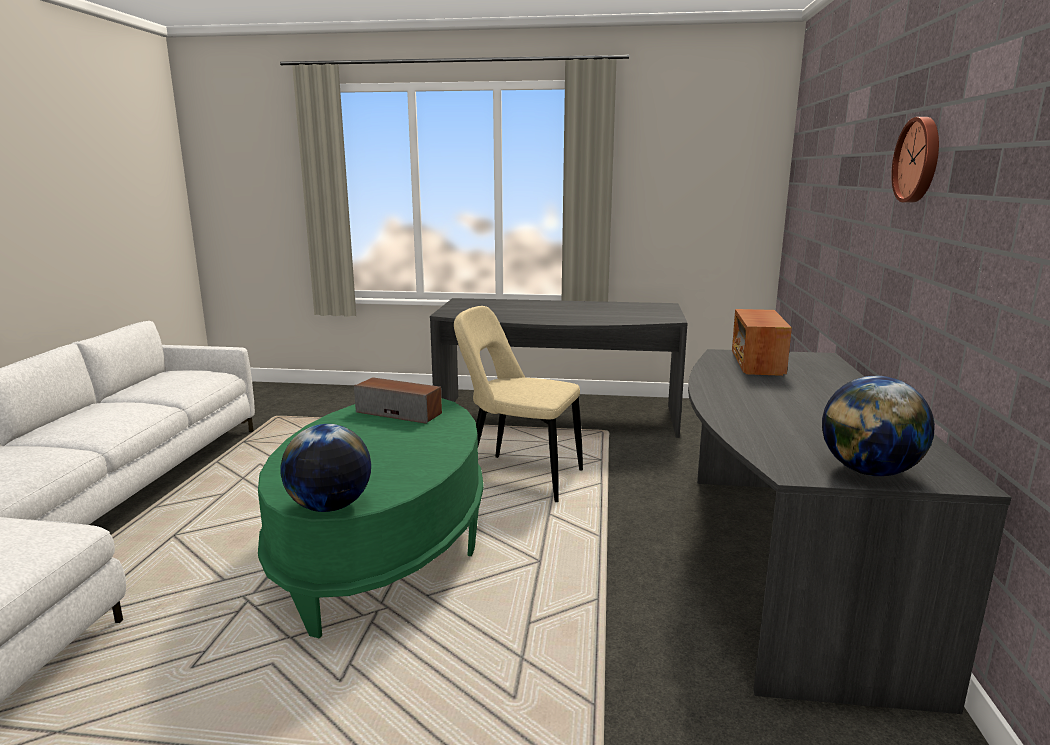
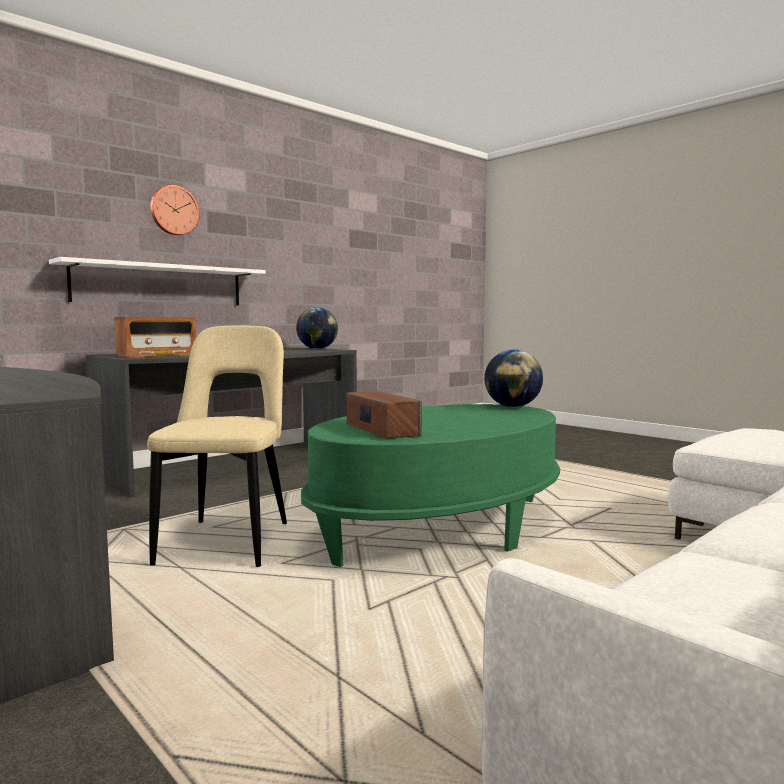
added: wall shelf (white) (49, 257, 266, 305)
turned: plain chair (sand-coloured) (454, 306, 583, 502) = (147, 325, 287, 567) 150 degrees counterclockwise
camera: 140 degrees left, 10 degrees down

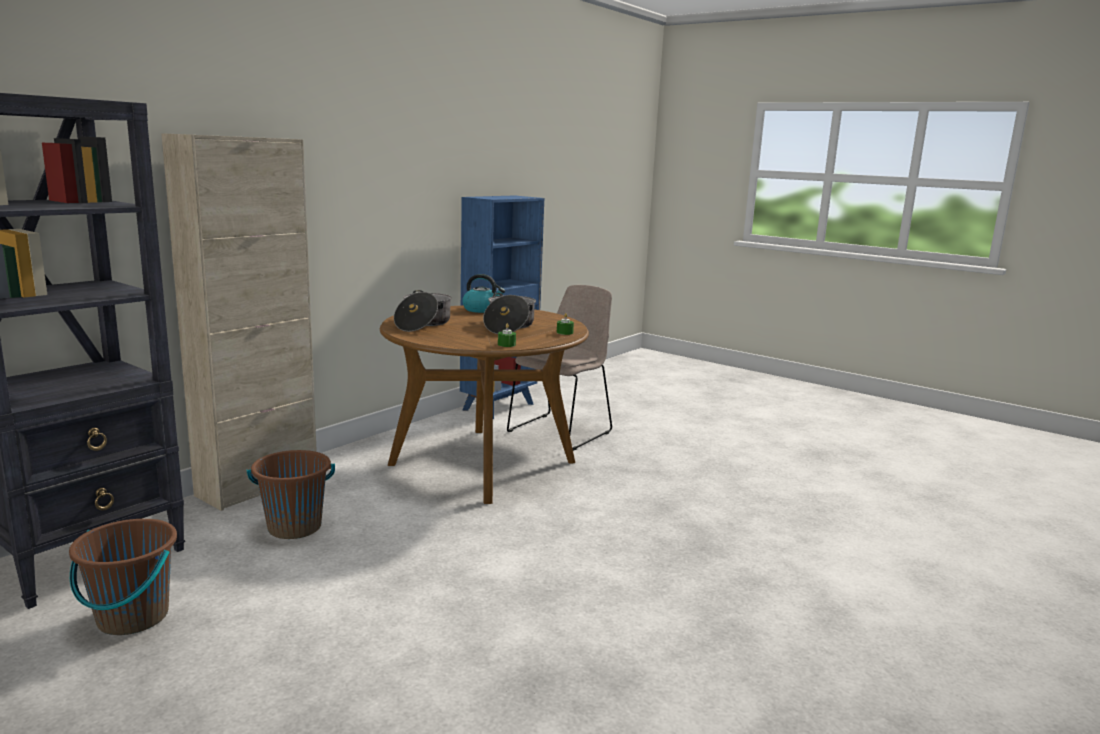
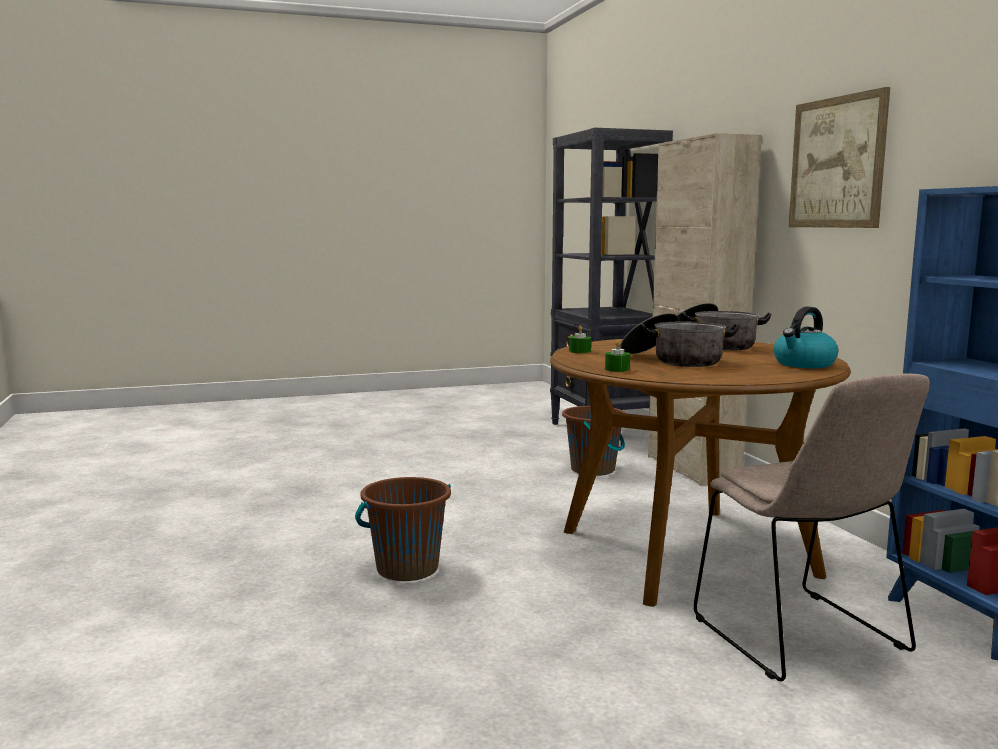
added: wall art (789, 87, 890, 228)
moved: water bucket (brownish) (69, 519, 177, 635) to (355, 477, 451, 581)
camera: 125 degrees right, 5 degrees down

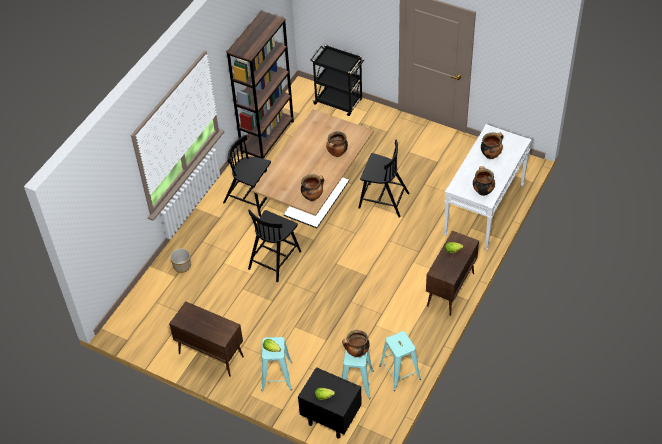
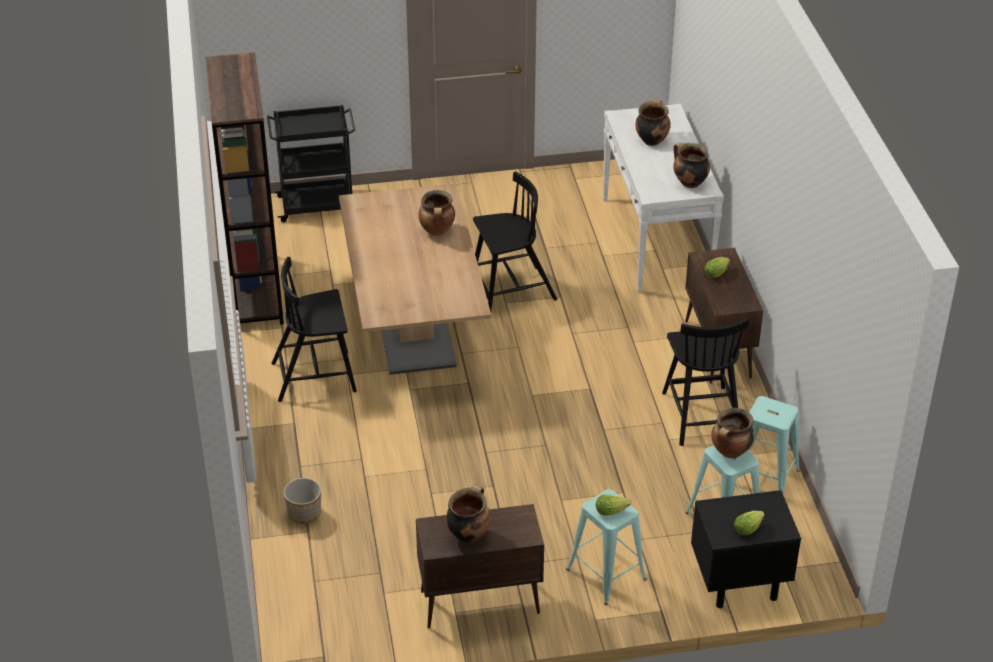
moved: cooking pot (301, 174, 324, 201) to (446, 485, 491, 543); plain chair (black) (248, 209, 301, 282) to (662, 318, 749, 446)
camera: 40 degrees left, 10 degrees down

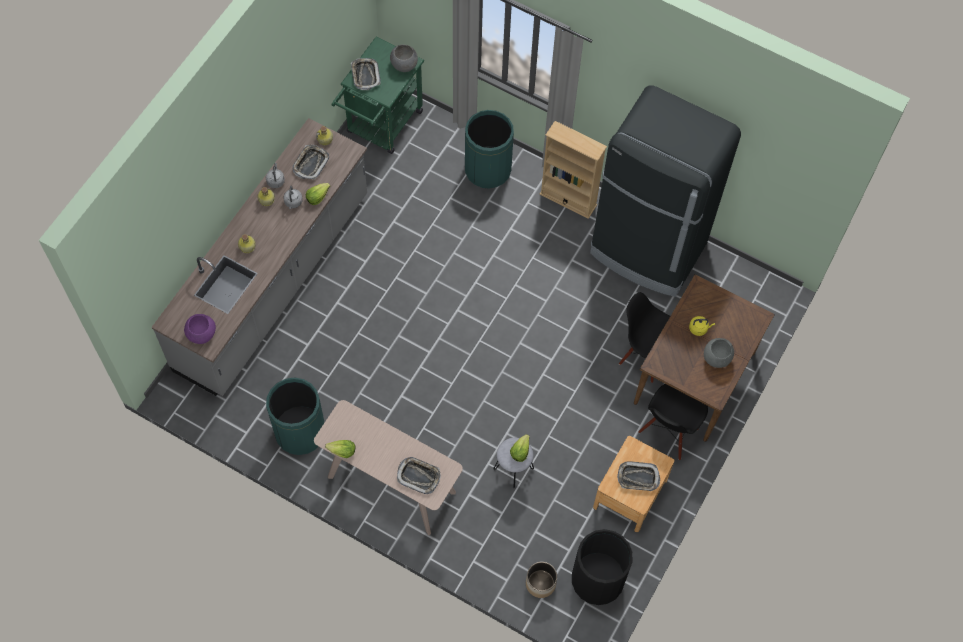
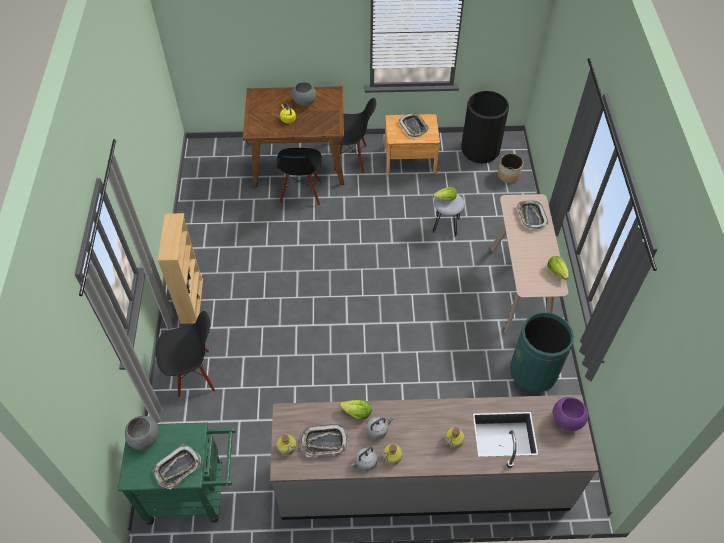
removed: refrigerator (black) (590, 85, 741, 297)
replaced: trash can (green) (465, 110, 514, 189) to plain chair (black) (156, 311, 215, 398)
camera: 120 degrees left, 10 degrees down

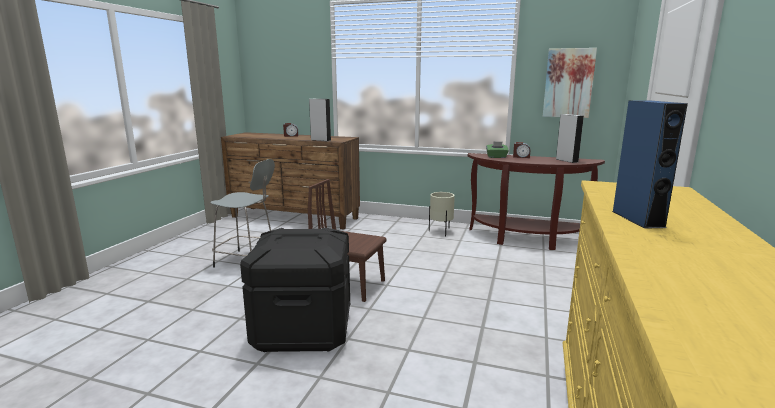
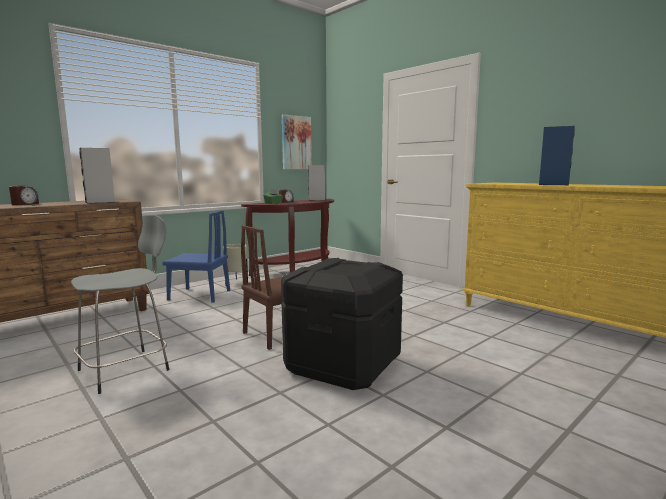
added: plain chair (blue) (162, 210, 230, 303)
camera: 60 degrees left, 5 degrees down

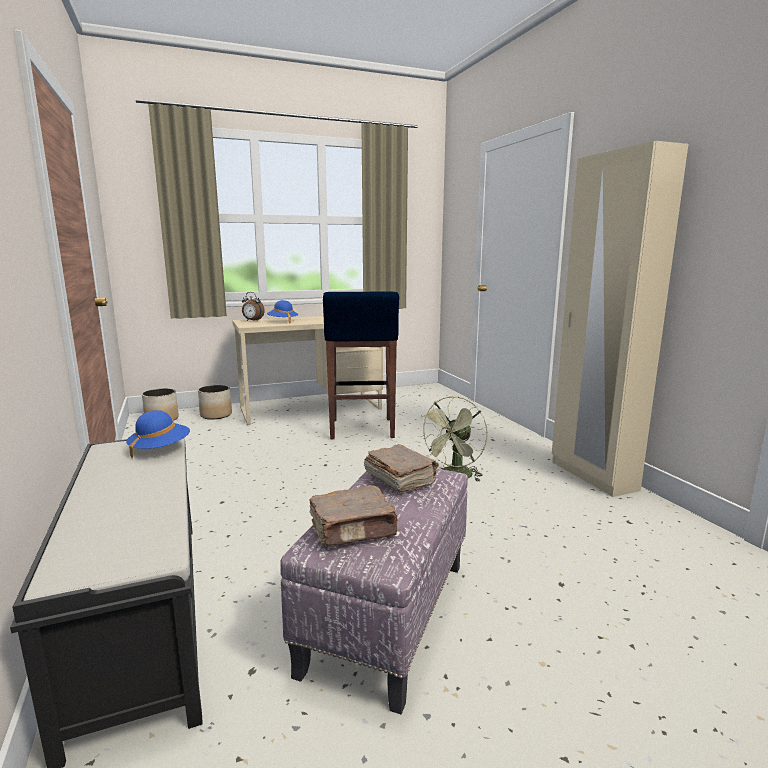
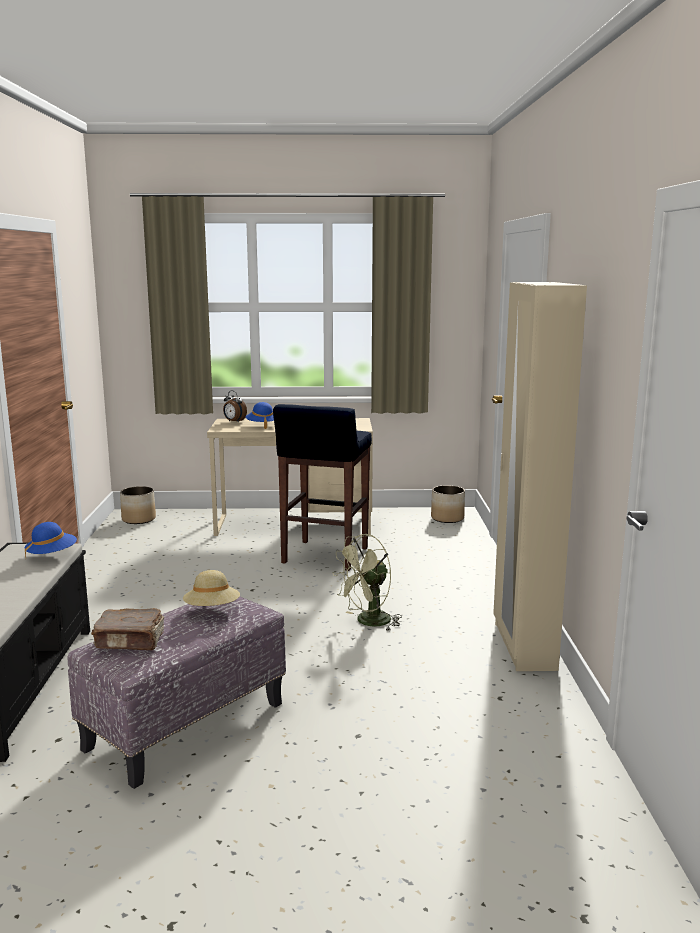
moved: planter (198, 385, 232, 419) to (431, 485, 465, 523)
replaced: volume (brownish) (364, 444, 439, 493) to hat (sand-coloured) (183, 570, 240, 606)
camera: 20 degrees right, 0 degrees up

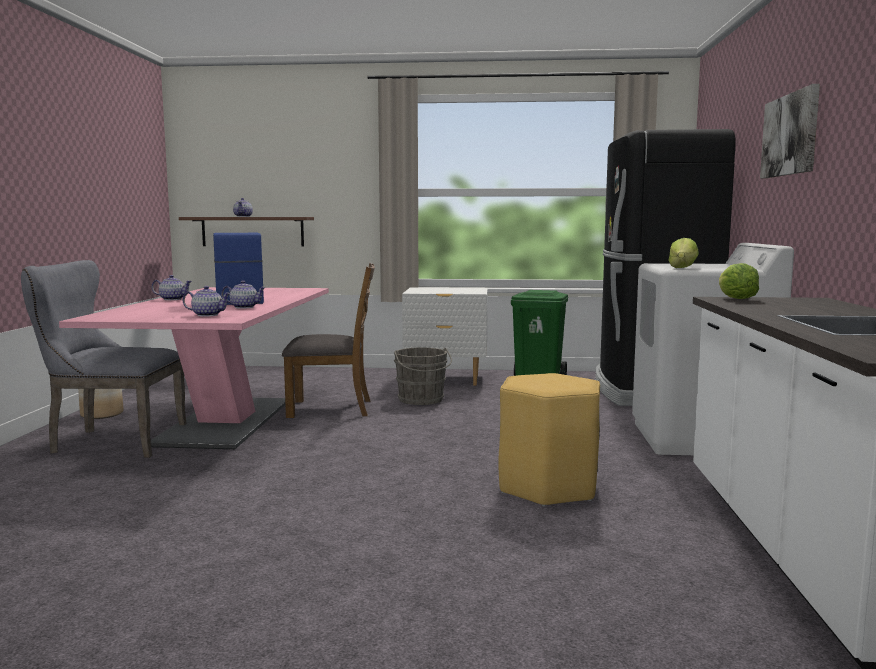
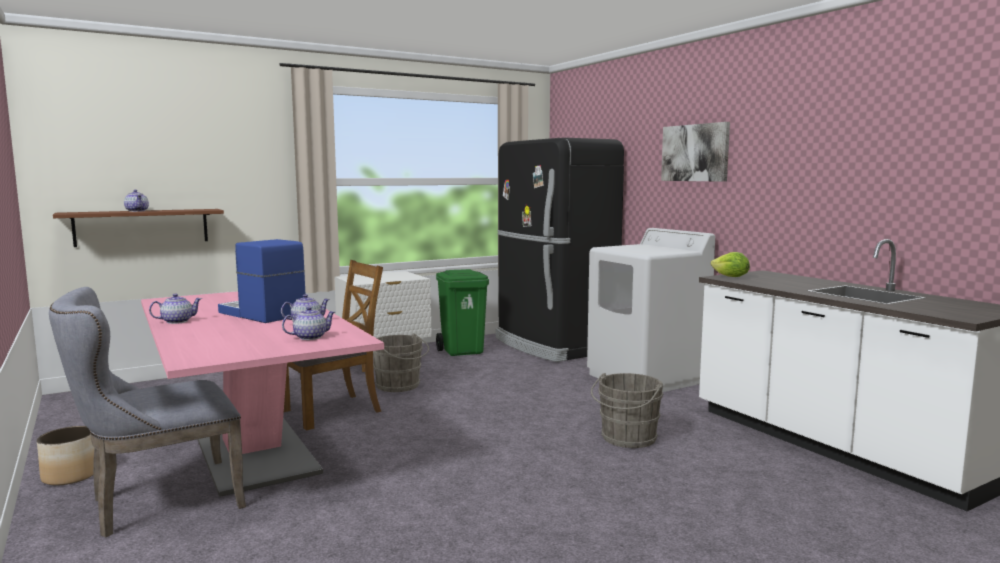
removed: lettuce (668, 238, 699, 268)
replaced: stool seat (yellowish) (498, 373, 600, 506) to water bucket (greyish) (591, 373, 664, 448)
camera: 35 degrees left, 0 degrees up

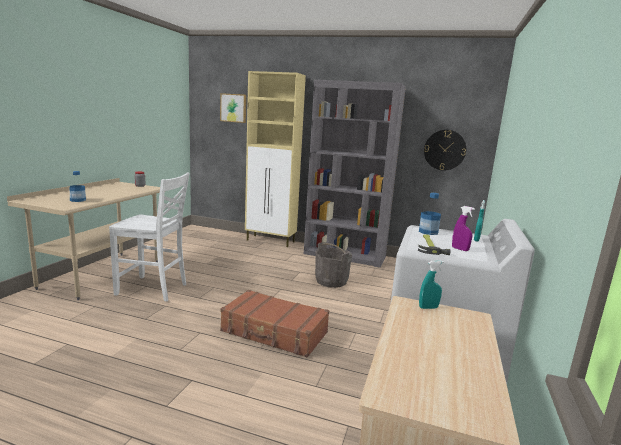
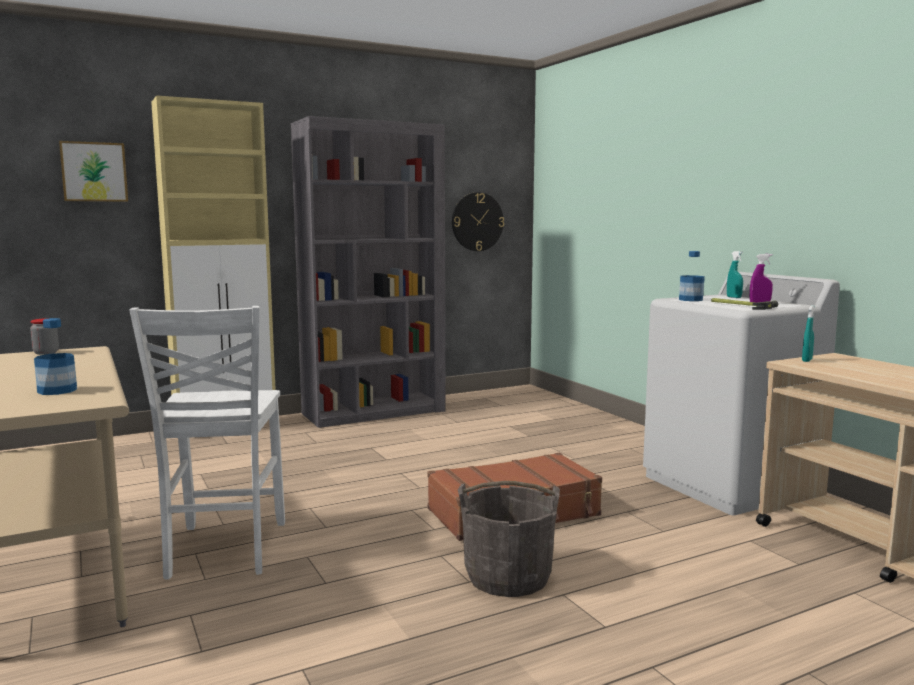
moved: water bucket (greyish) (315, 242, 352, 288) to (458, 481, 560, 597)
turned: plain chair (white) (109, 172, 190, 302) = (129, 306, 285, 580) 120 degrees clockwise
camera: 45 degrees left, 5 degrees down

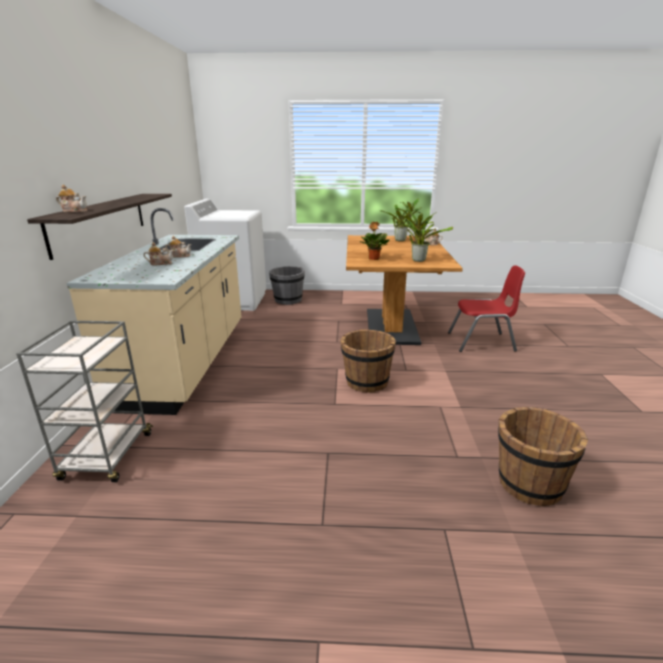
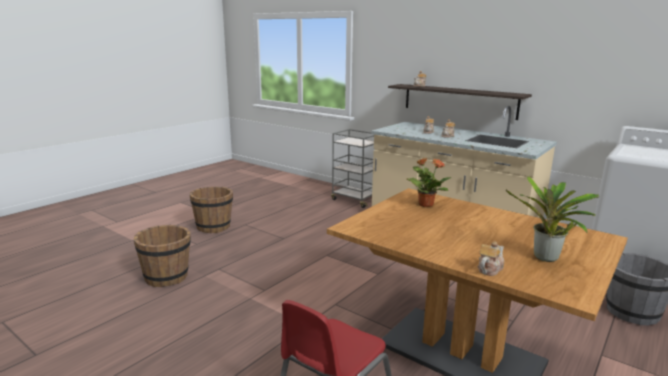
removed: plant in a pot (397, 208, 453, 262)
moved: water bucket (brownish) (340, 330, 396, 393) to (190, 187, 233, 233)
camera: 125 degrees right, 5 degrees down

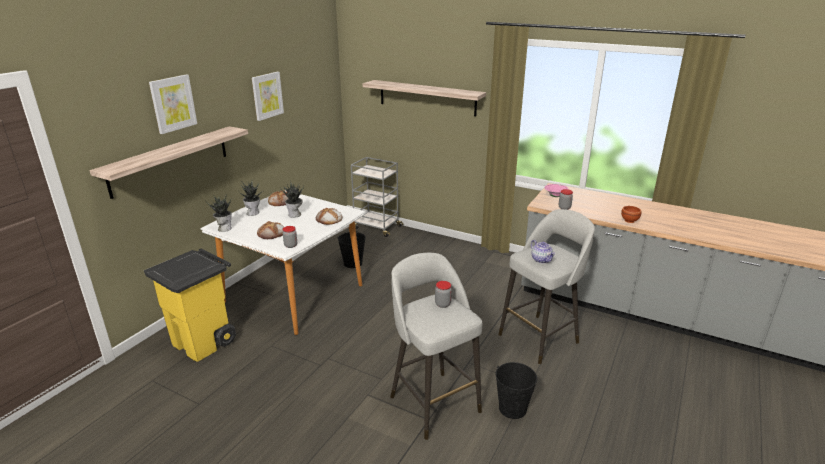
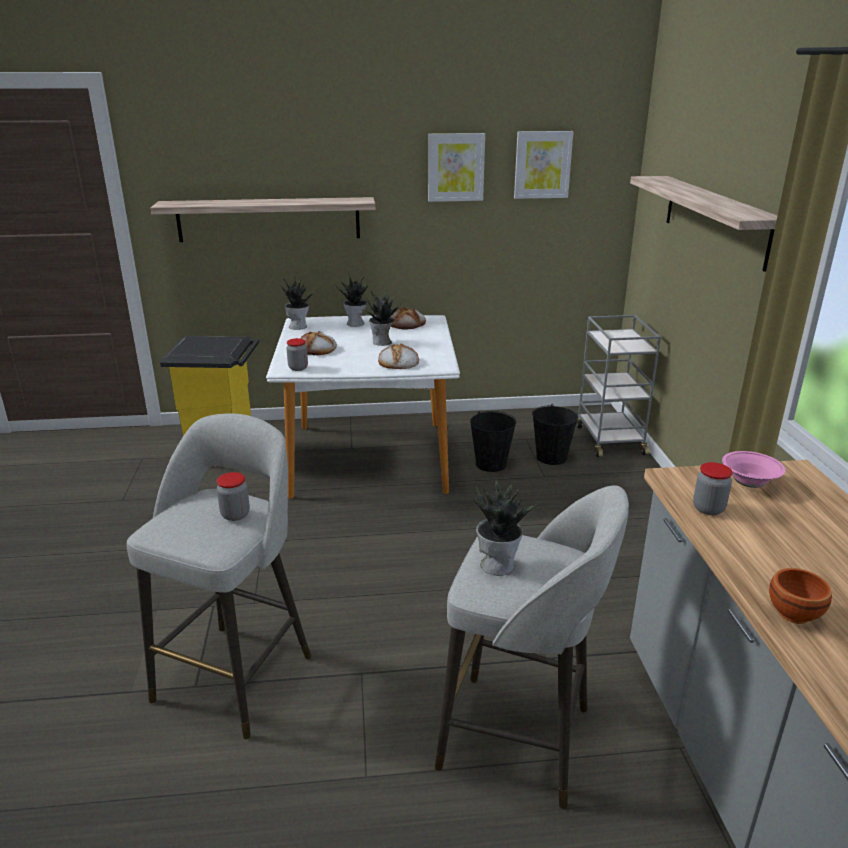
moved: wall art (149, 74, 197, 134) to (514, 131, 573, 199); water bucket (black) (496, 362, 537, 419) to (532, 404, 578, 465)
replaced: teapot (531, 240, 555, 263) to plant in a pot (473, 477, 540, 576)
camera: 55 degrees right, 0 degrees up

